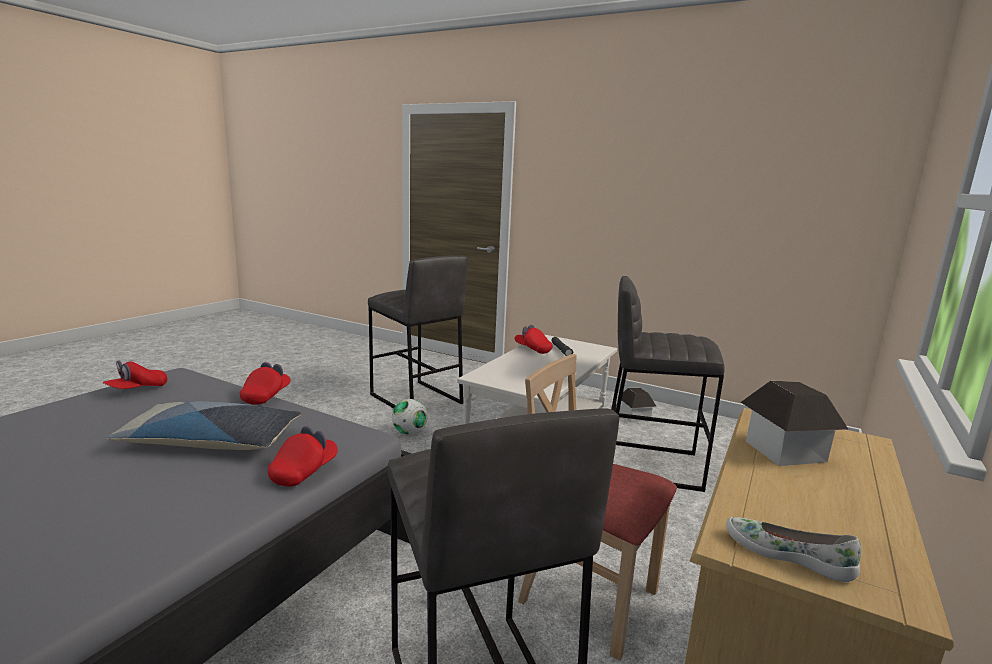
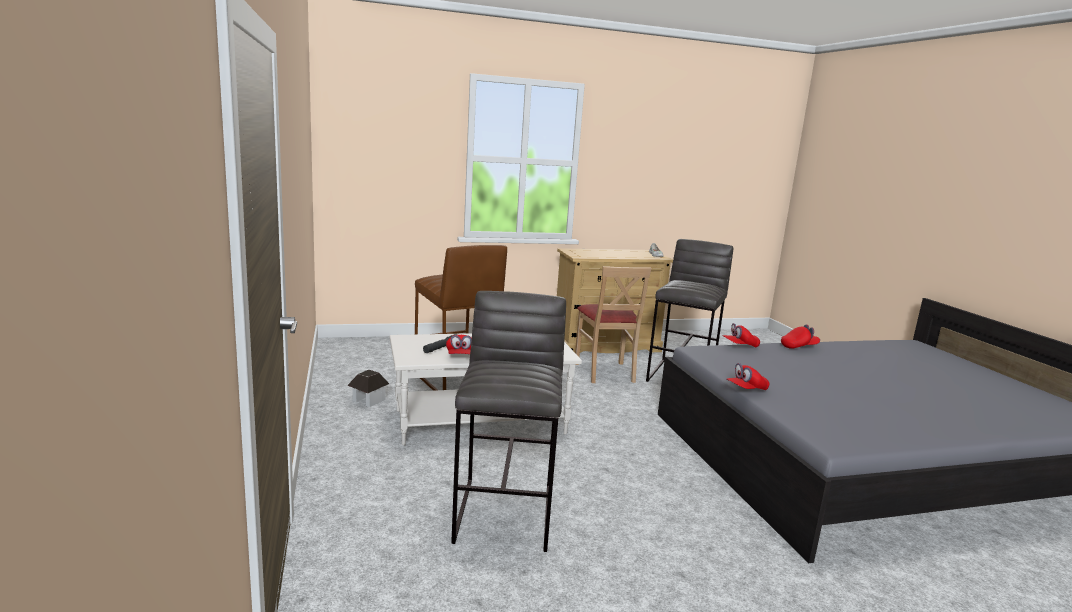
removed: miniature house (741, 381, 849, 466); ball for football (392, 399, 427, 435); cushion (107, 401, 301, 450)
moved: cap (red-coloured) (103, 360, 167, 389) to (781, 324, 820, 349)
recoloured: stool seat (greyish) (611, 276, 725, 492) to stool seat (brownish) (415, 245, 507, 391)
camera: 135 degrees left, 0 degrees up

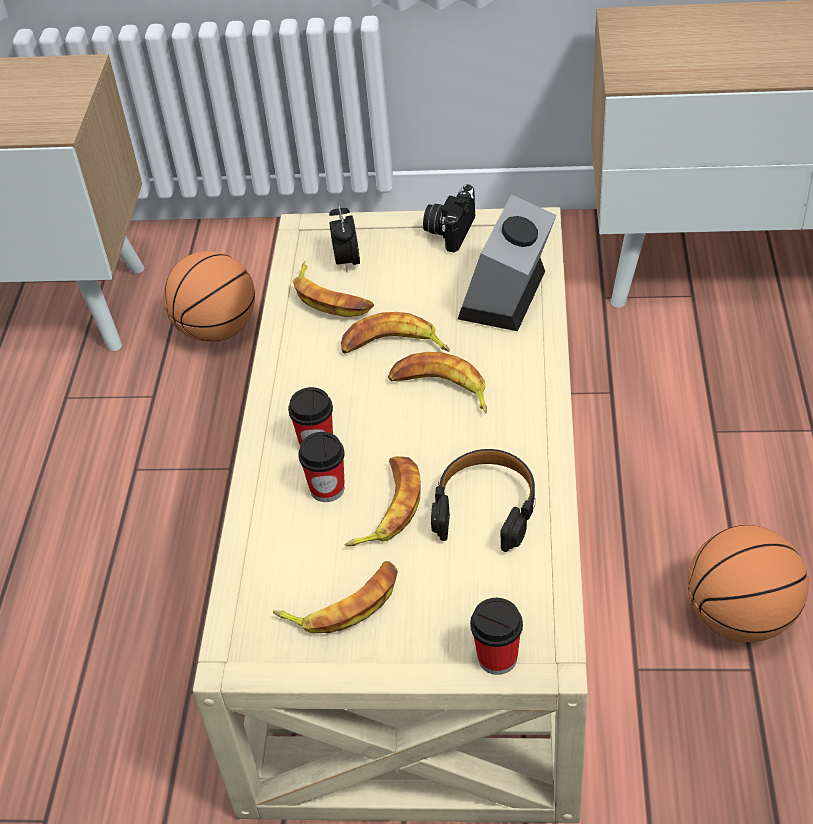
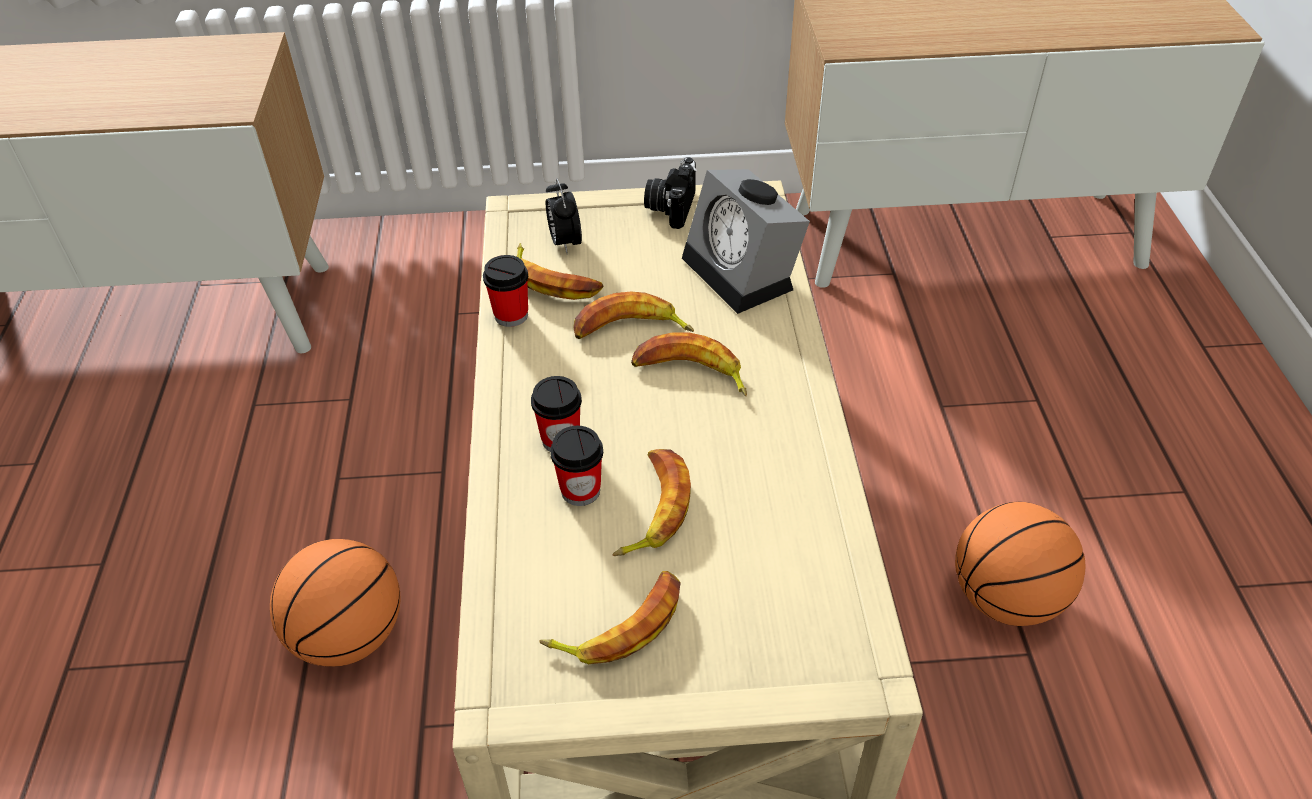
removed: headphones (black) (431, 449, 535, 552)
moved: basketball (163, 251, 255, 342) to (270, 539, 401, 667); small cup (470, 598, 523, 675) to (483, 255, 528, 327)
turned: table clock (458, 194, 557, 331) = (682, 169, 810, 314) 45 degrees counterclockwise
camera: 10 degrees left, 0 degrees up

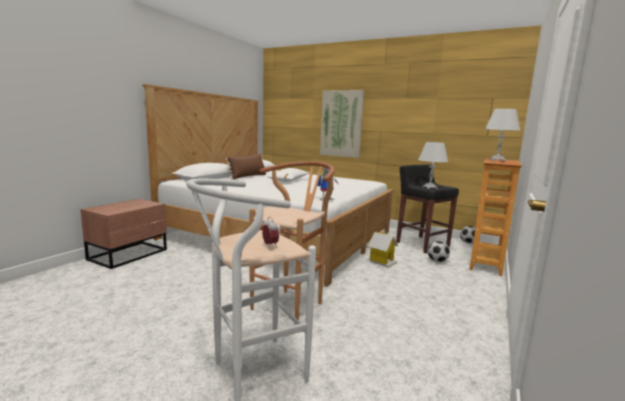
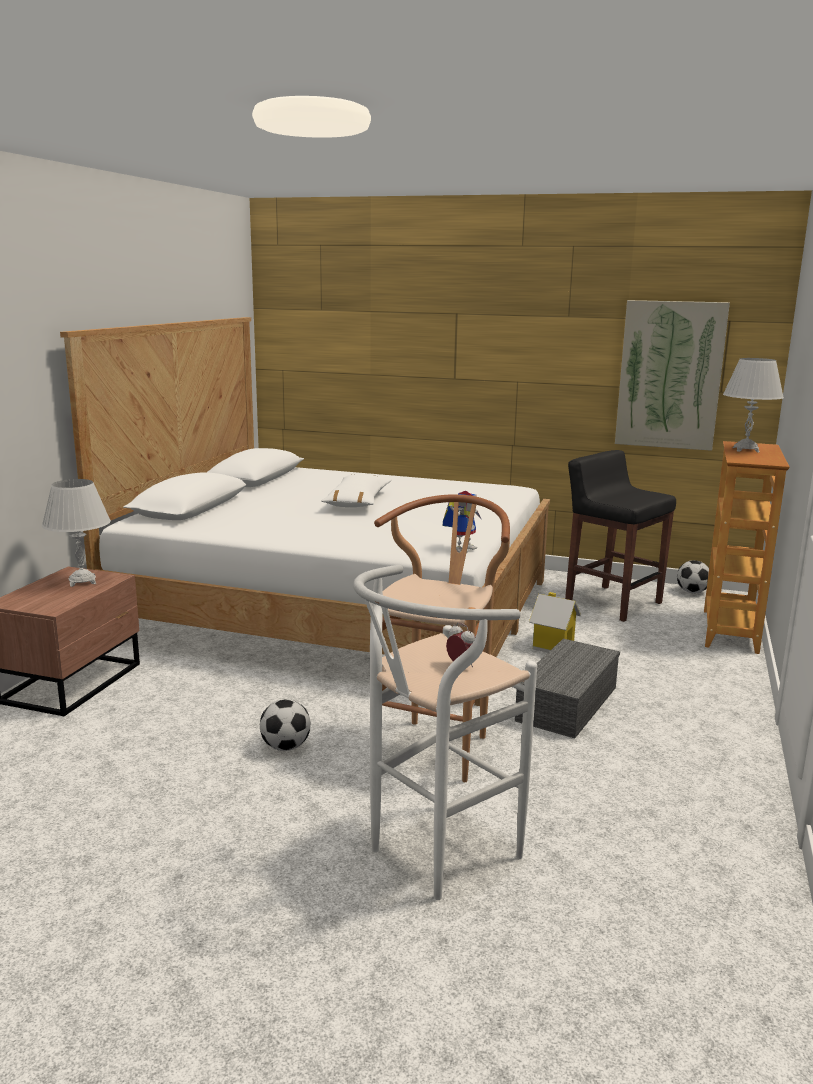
removed: cushion (brownish) (226, 153, 266, 179)
added: storage container (greyish) (515, 639, 620, 738)
moved: wall art (320, 90, 364, 158) to (615, 300, 730, 451); tabletop lamp (white) (418, 142, 448, 189) to (42, 479, 111, 587); ball for football (427, 241, 450, 262) to (260, 699, 311, 751)
camera: 10 degrees left, 5 degrees up

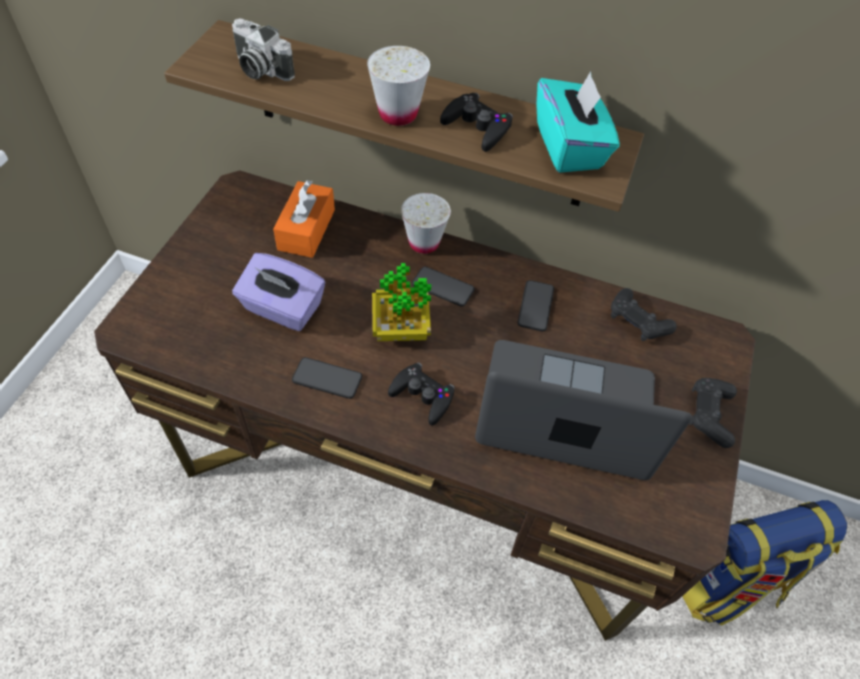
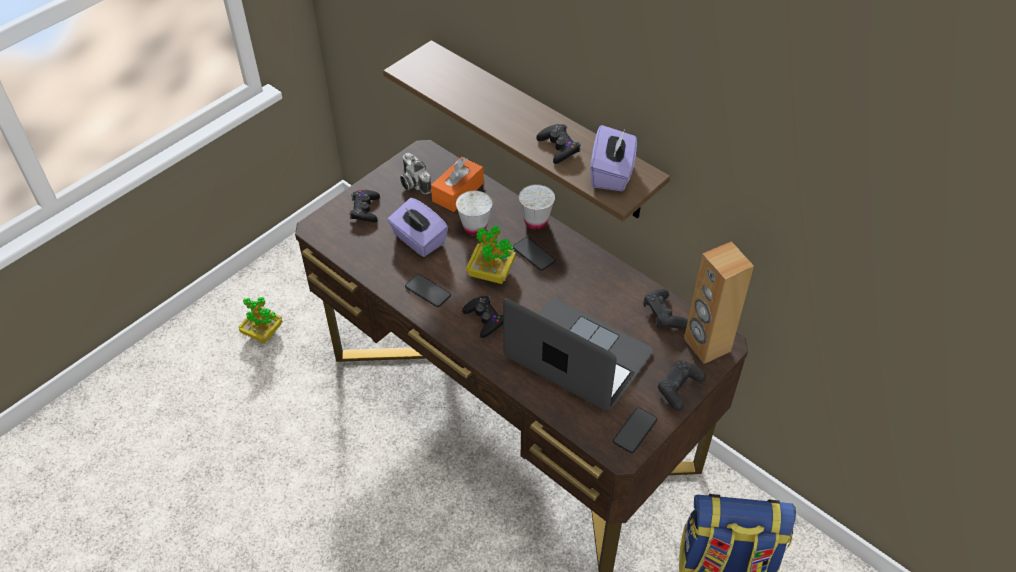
added: game controller (black) (349, 190, 380, 222); audio speaker (brownish) (684, 241, 754, 364); plant in a pot (239, 297, 283, 343)
moved: still camera (232, 18, 295, 81) to (400, 153, 431, 194); small cup (white) (367, 46, 430, 126) to (456, 191, 492, 236); telephone (518, 280, 554, 331) to (613, 408, 657, 453)
recoloured: box of tissues (blue-green) (536, 71, 620, 173) to box of tissues (purple) (590, 125, 637, 191)
camera: 25 degrees right, 5 degrees down

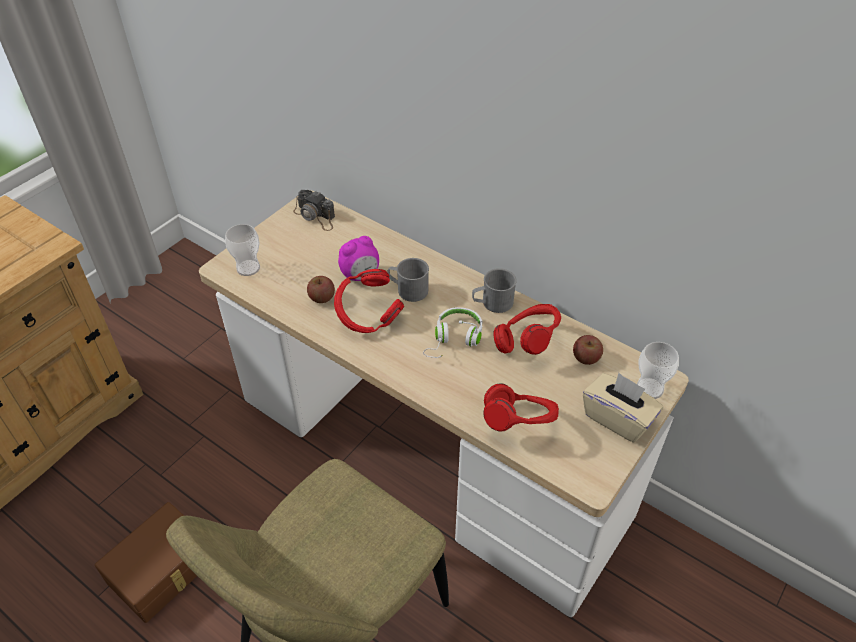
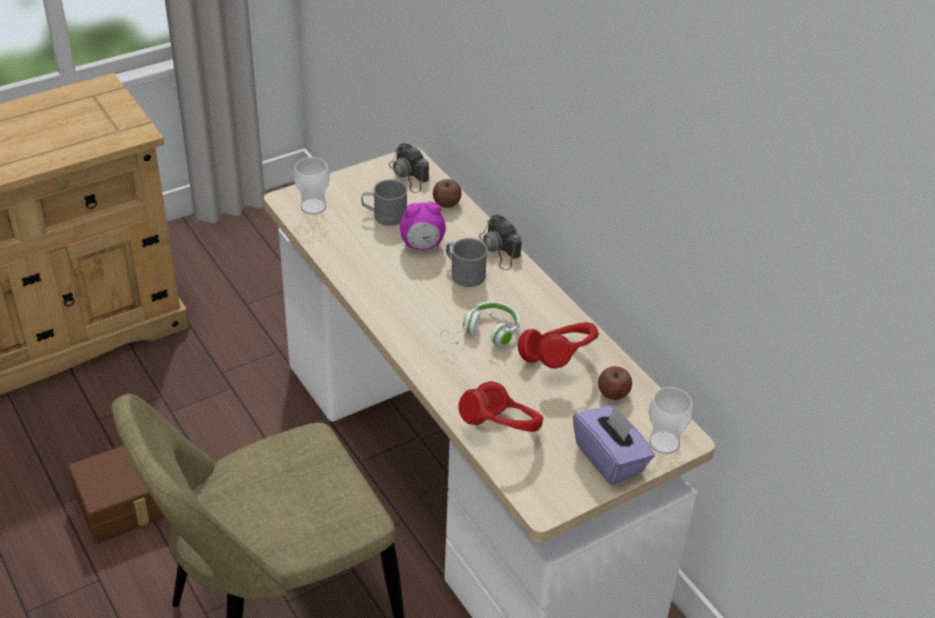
removed: headphones (red-coloured) (334, 269, 404, 333)
added: still camera (479, 214, 522, 270)
moved: tea mug (greyish) (472, 268, 517, 313) to (362, 179, 408, 226); apple (307, 276, 335, 303) to (433, 179, 461, 208)
recoloured: box of tissues (sand-coloured) (583, 373, 663, 442) to box of tissues (purple) (573, 403, 655, 485)
camera: 20 degrees right, 5 degrees down

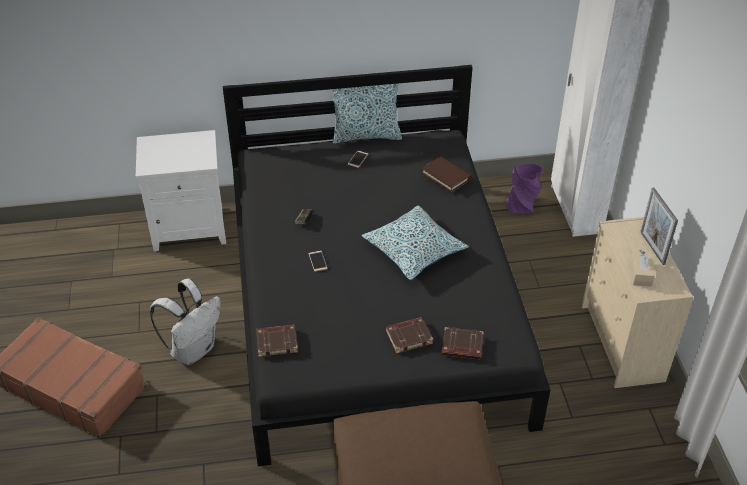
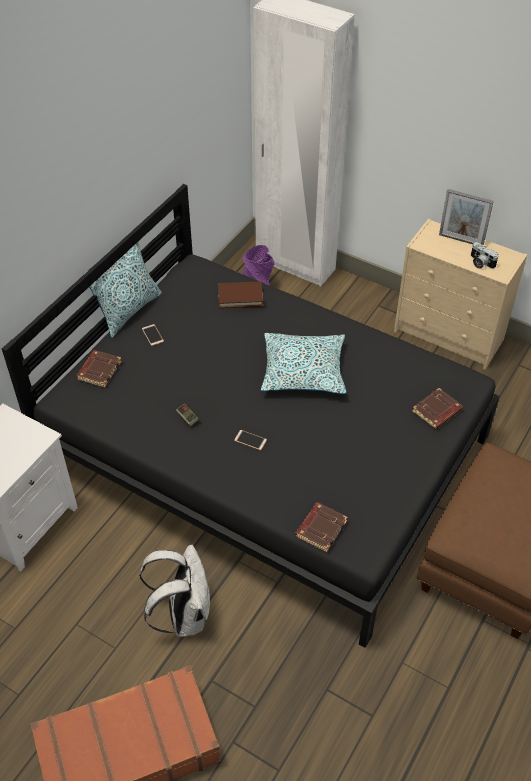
moved: volume (brownish) (386, 317, 433, 353) to (76, 350, 122, 388)
replaced: box of tissues (sand-coloured) (630, 250, 655, 287) to still camera (471, 242, 499, 269)
camera: 50 degrees left, 5 degrees up

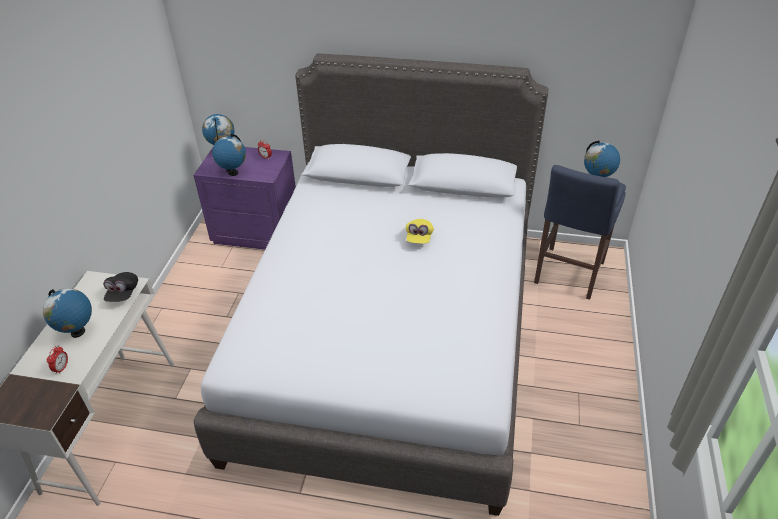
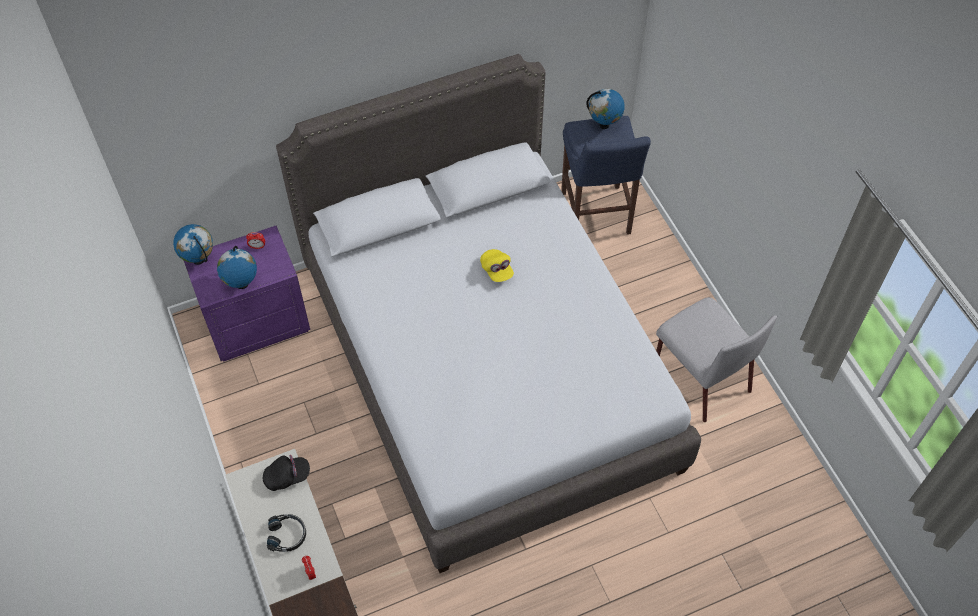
added: plain chair (greyish) (656, 297, 777, 422)
replaced: globe (43, 288, 92, 338) to headphones (black) (266, 514, 306, 552)
turned: cap (black) (103, 272, 138, 302) = (263, 455, 310, 491) 75 degrees counterclockwise
camera: 35 degrees left, 15 degrees up

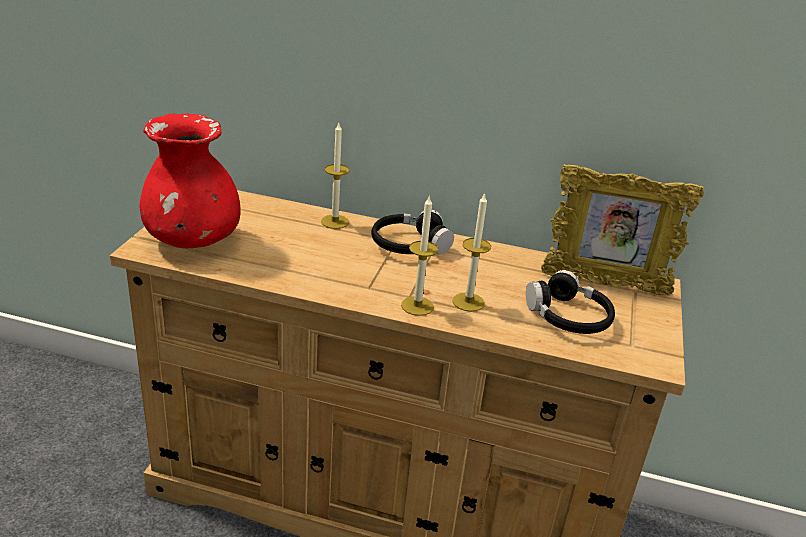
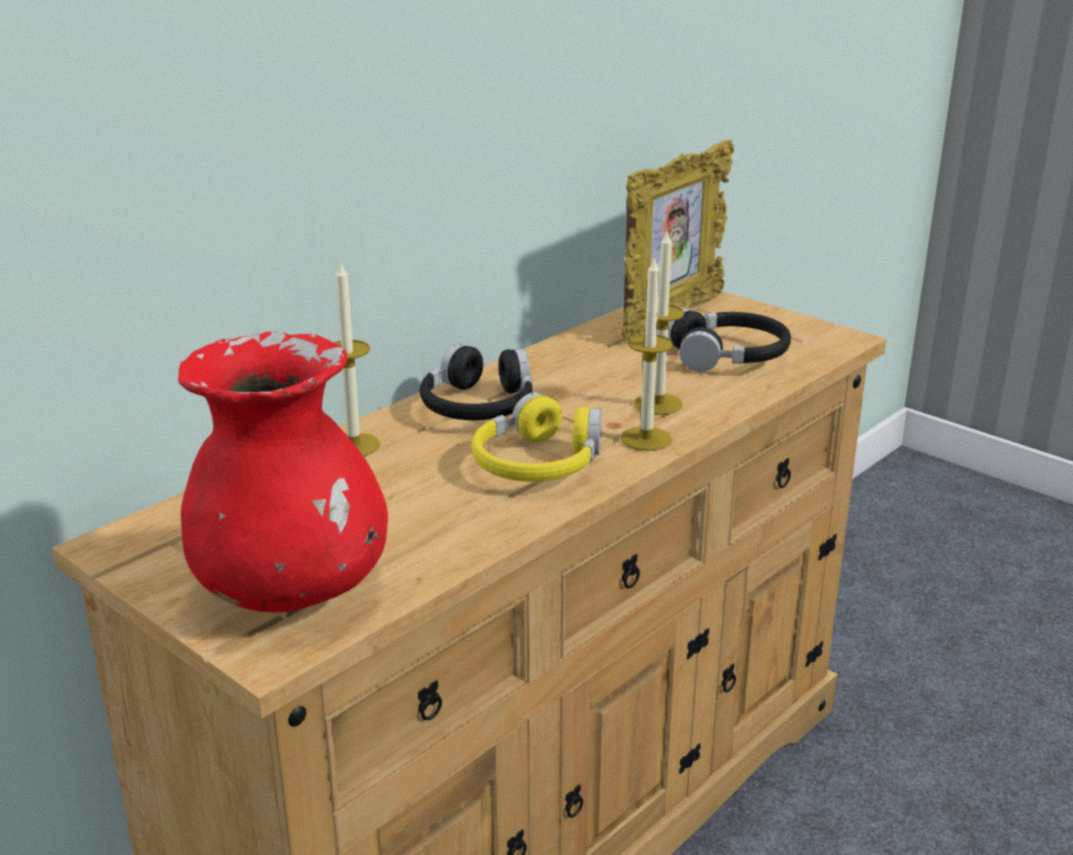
added: headphones (yellowish) (472, 392, 602, 482)
camera: 60 degrees left, 5 degrees down

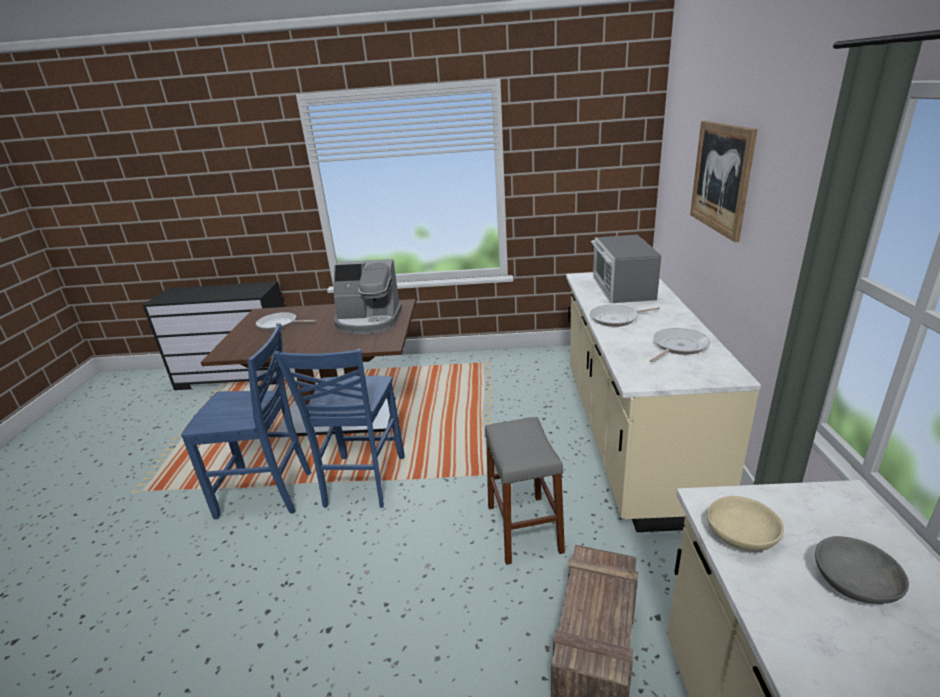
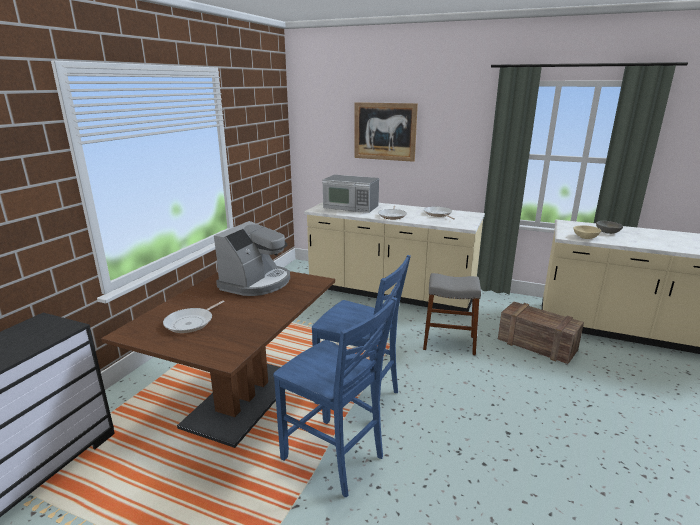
turned: plain chair (blue) (181, 323, 311, 519) = (273, 297, 397, 498) 105 degrees clockwise
camera: 70 degrees left, 5 degrees down

